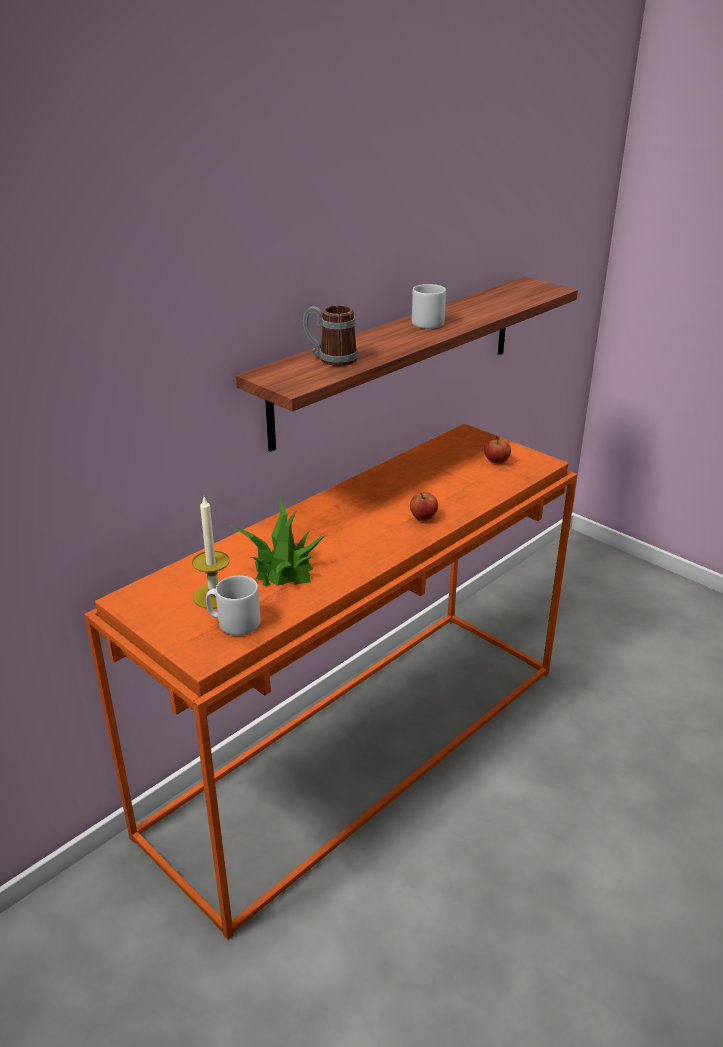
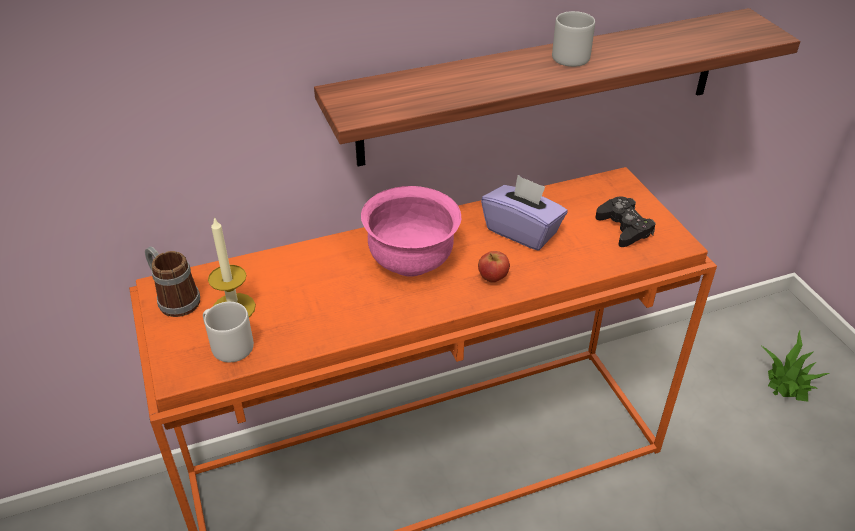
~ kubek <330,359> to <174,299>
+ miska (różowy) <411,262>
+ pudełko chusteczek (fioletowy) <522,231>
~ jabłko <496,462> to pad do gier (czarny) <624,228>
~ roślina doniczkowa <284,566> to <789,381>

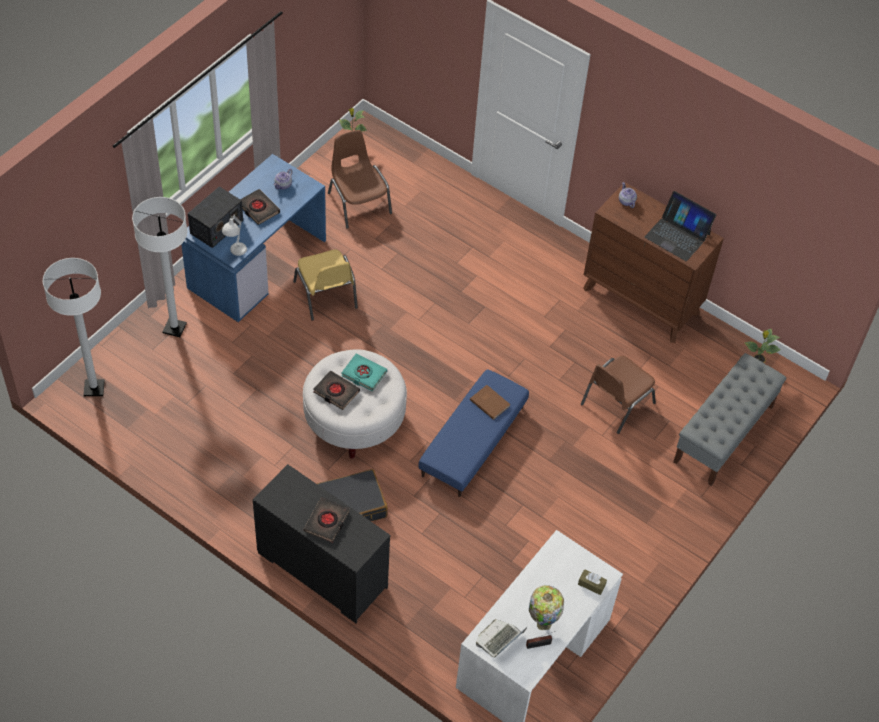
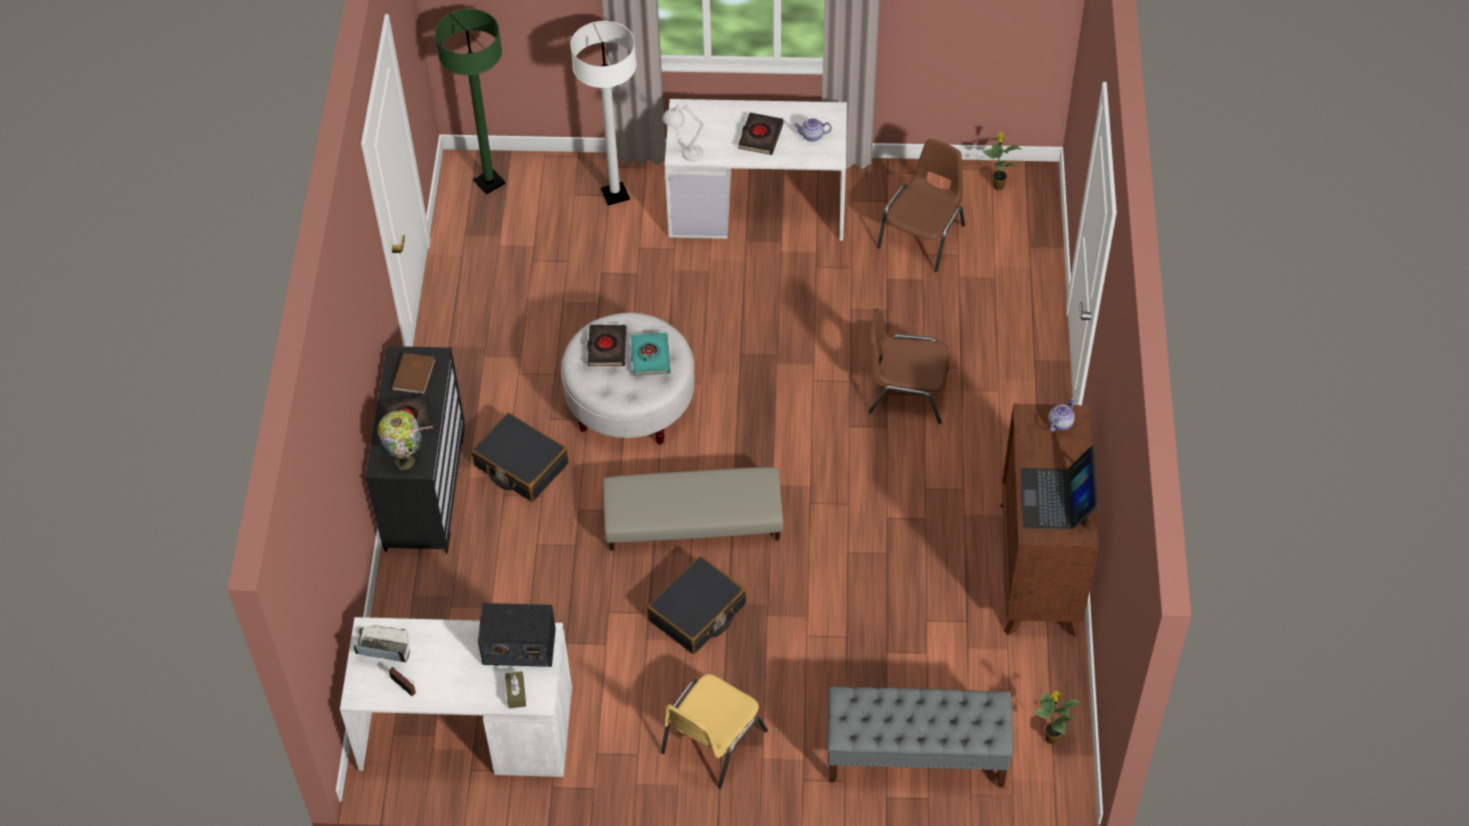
~ lampa stołowa <543,622> to <405,460>
~ książka (brązowy) <490,402> to <415,374>
~ lampa stojąca (biały) <94,388> to lampa stojąca (zielony) <489,182>
~ radio <216,227> to <518,646>
~ pufa (niebieski) <473,441> to pufa (beżowy) <693,521>
+ walizka (czarny) <697,613>
~ krzesło (żółty) <326,295> to <711,742>
~ biurko (niebieski) <257,263> to biurko (biały) <758,205>
~ krzesło (brązowy) <616,403> to <907,391>

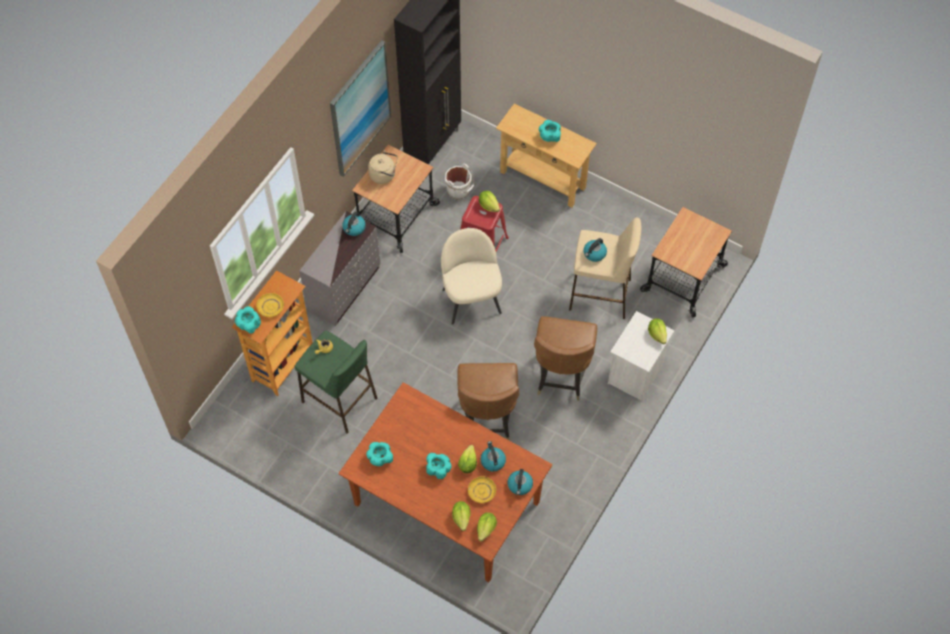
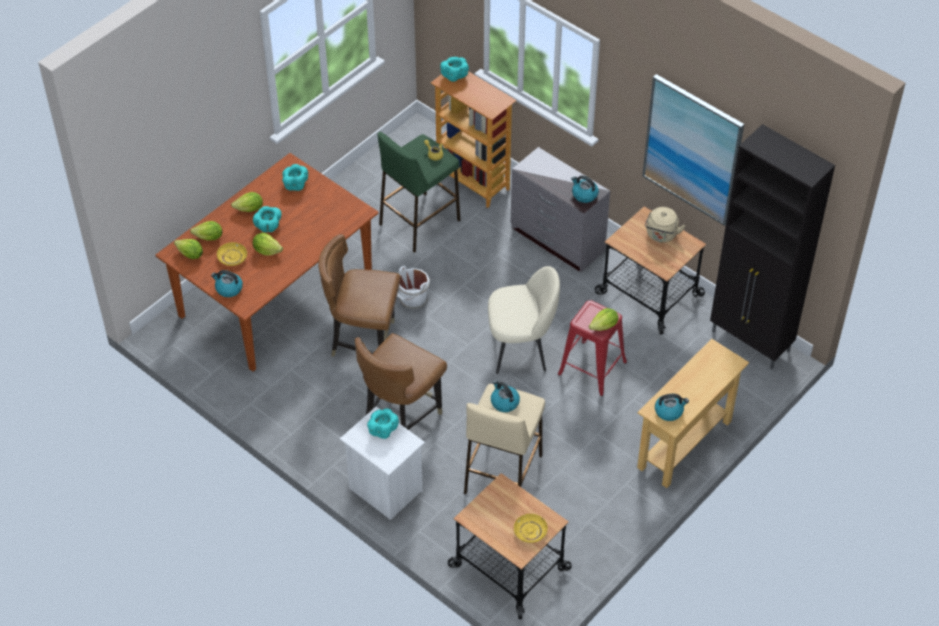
~ sałata <657,334> to <249,209>
~ krzesło (brązowy) <561,376> = <400,416> 75 degrees counterclockwise
~ miska (turkusowy) <549,137> to <382,429>
~ wiadro (biały) <459,191> to <412,300>
~ talerz (żółty) <270,307> to <530,531>
~ czajnik <492,461> to <669,411>

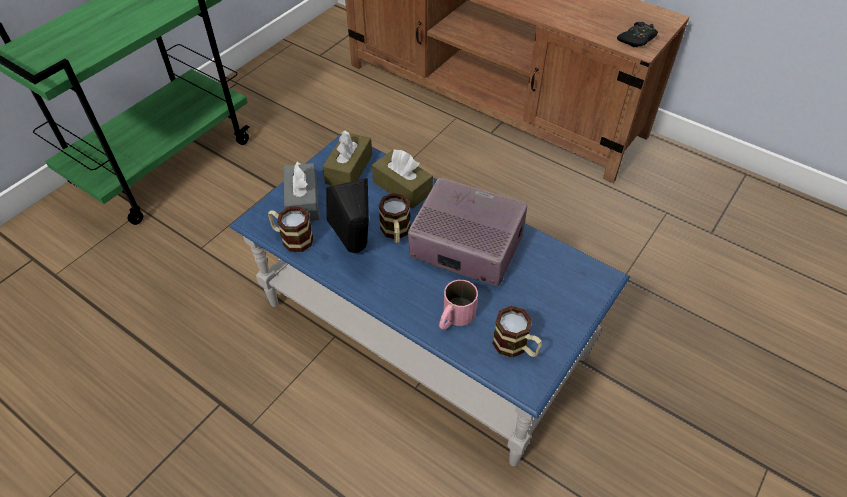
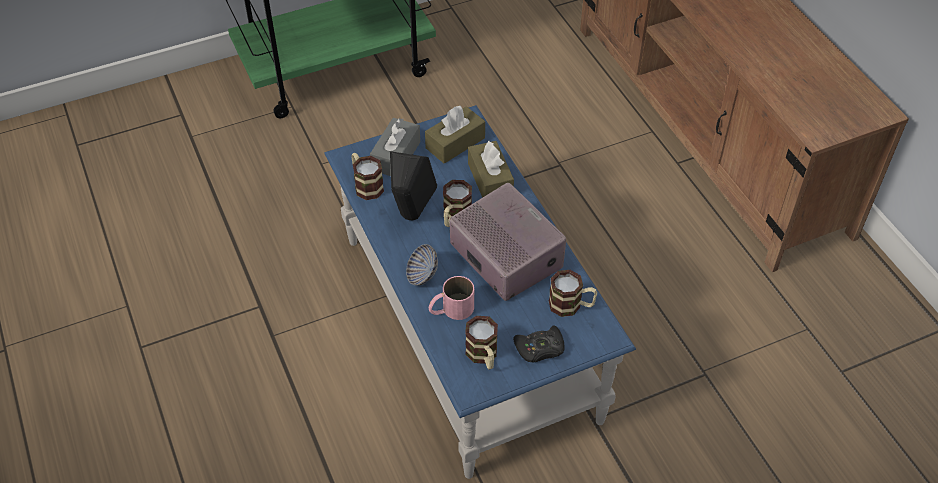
+ miska <422,275>
~ pad do gier (czarny) <637,39> to <540,348>
+ kubek <571,305>

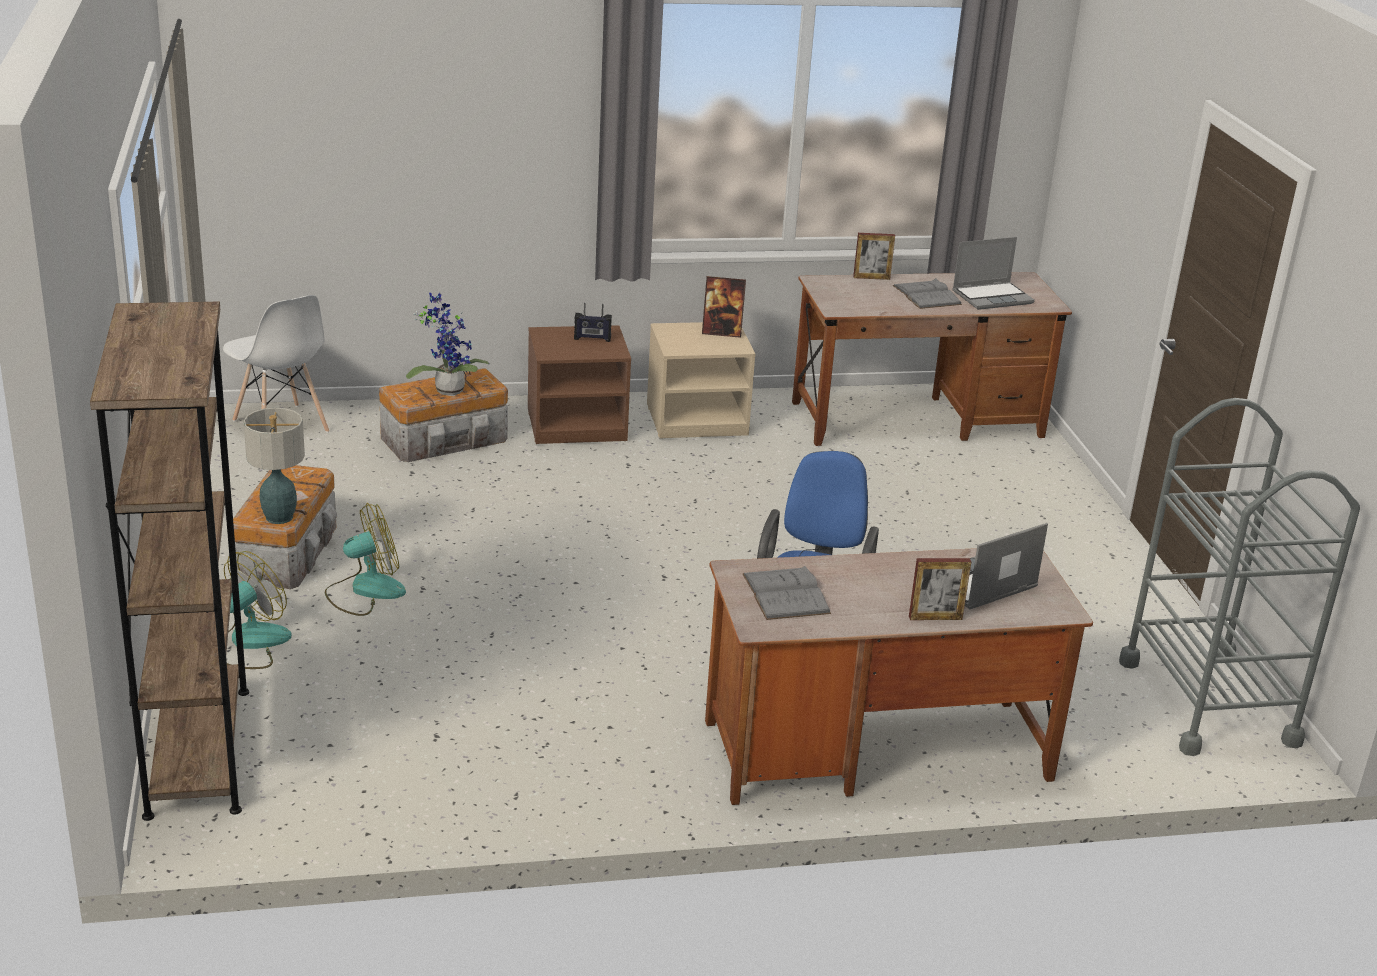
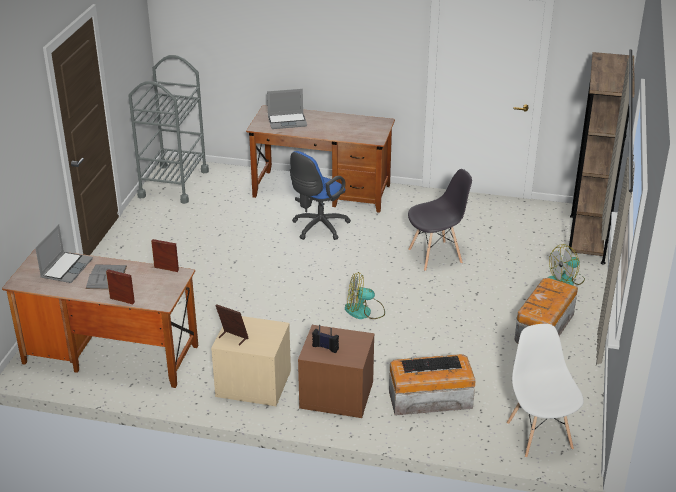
~ laptop <992,297> = <66,268> 105 degrees clockwise
~ ramka na zdjęcie <935,618> to <166,269>
~ wentylator <365,591> to <364,311>
~ roślina doniczkowa <447,389> to klawiatura <430,365>
+ krzesło (szary) <436,256>
- lampa stołowa <280,517>
- książka (szary) <785,593>

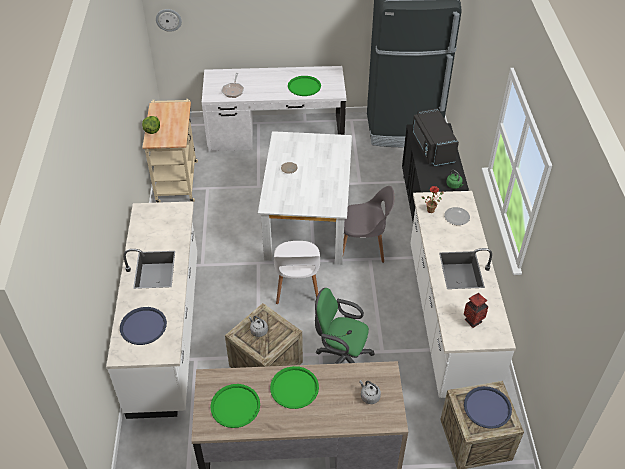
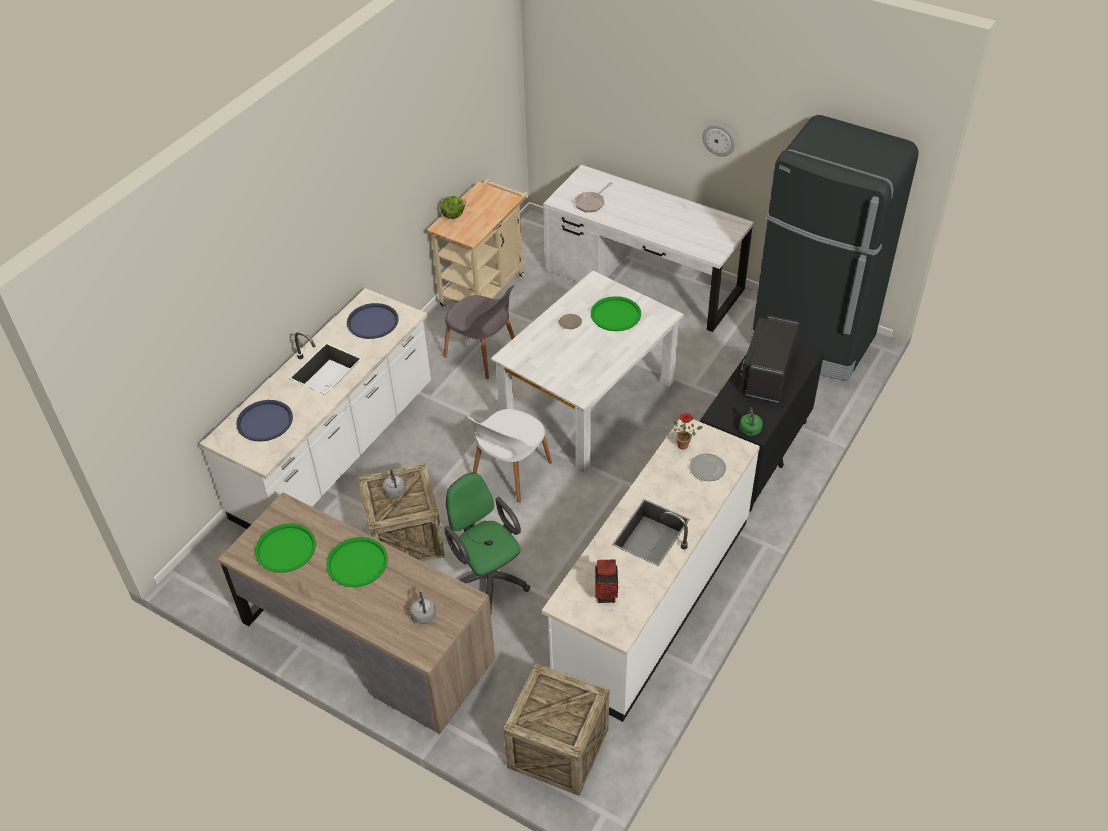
~ taca (niebieski) <487,408> to <372,322>
~ krzesło (szary) <363,247> to <482,354>
~ taca (zielony) <304,86> to <615,315>
~ zegar ścienny <168,19> to <719,139>

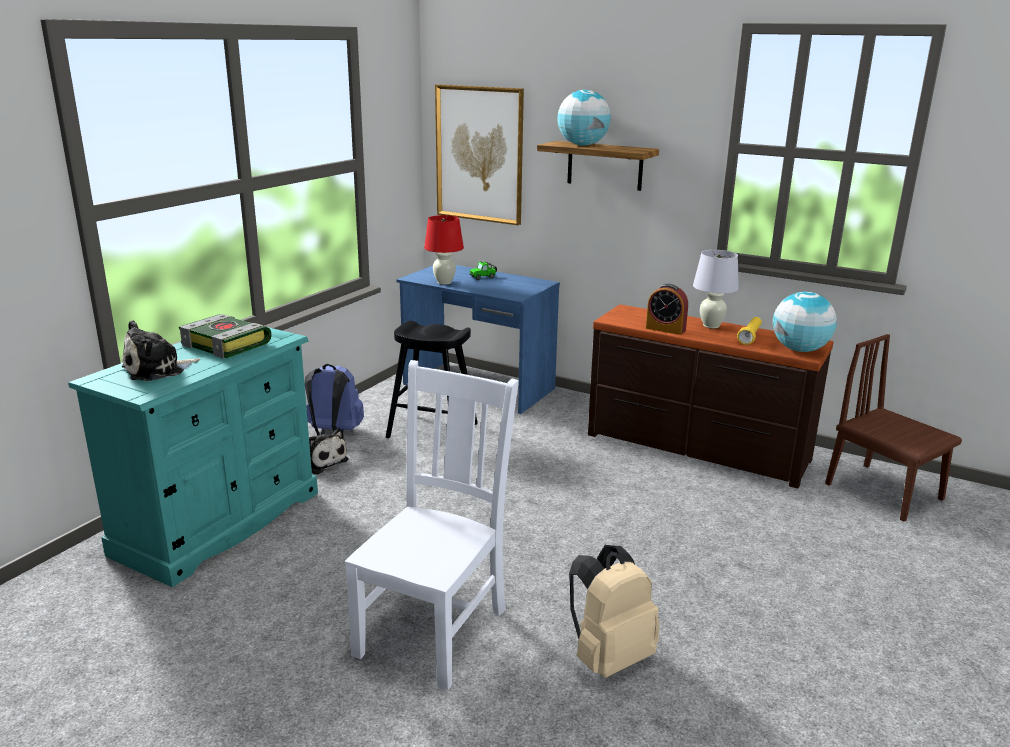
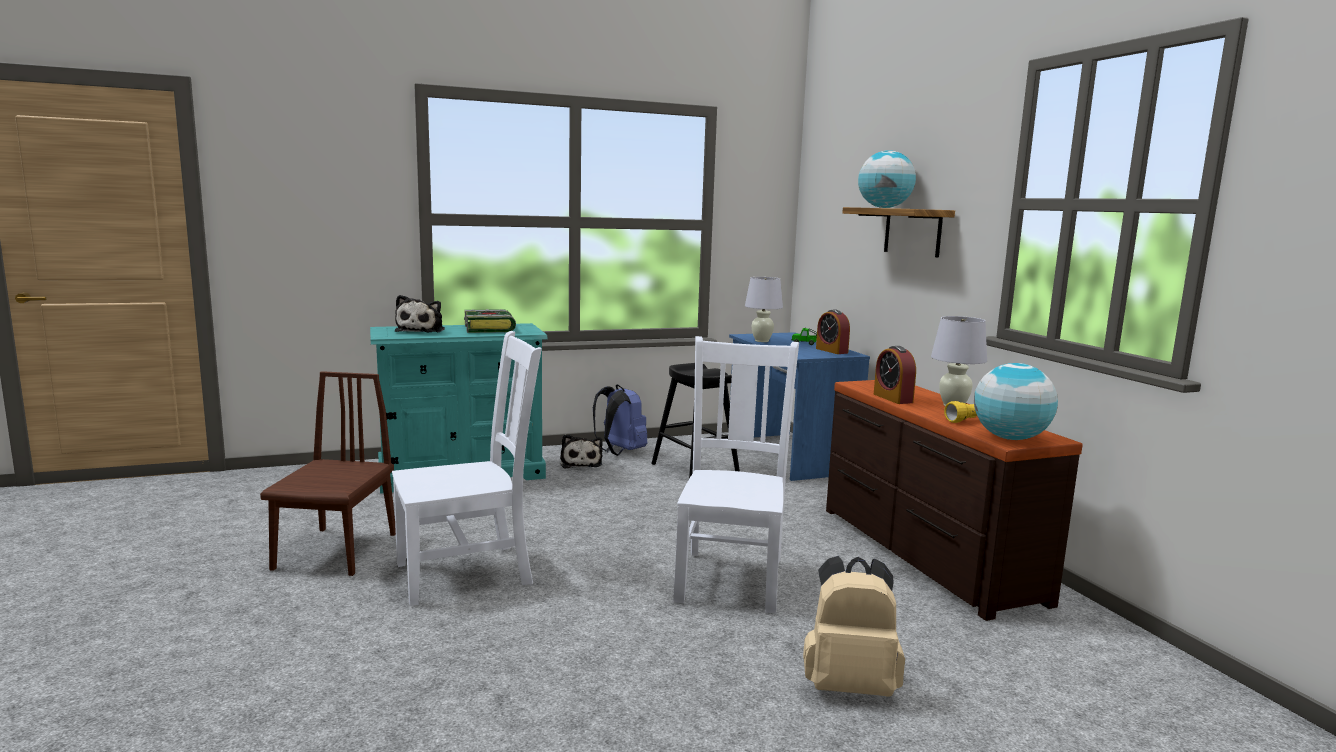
~ krzesło (brązowy) <884,491> to <336,551>
~ pluszak <157,370> = <422,330> 90 degrees counterclockwise
+ krzesło (biały) <731,577>
~ lampa stołowa (czerwony) <444,282> to lampa stołowa (biały) <762,341>
~ plecak (beżowy) <609,657> to <849,685>
+ budzik <831,351>
- obraz <479,154>

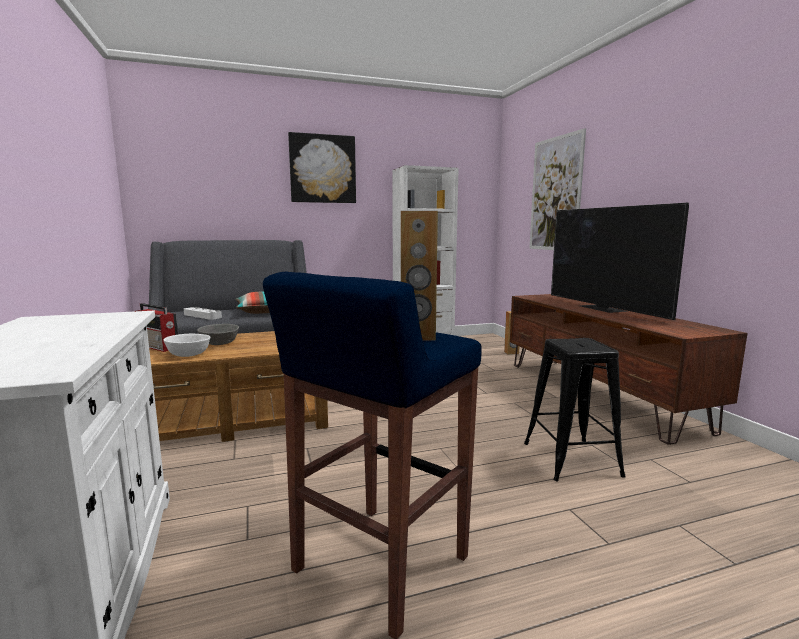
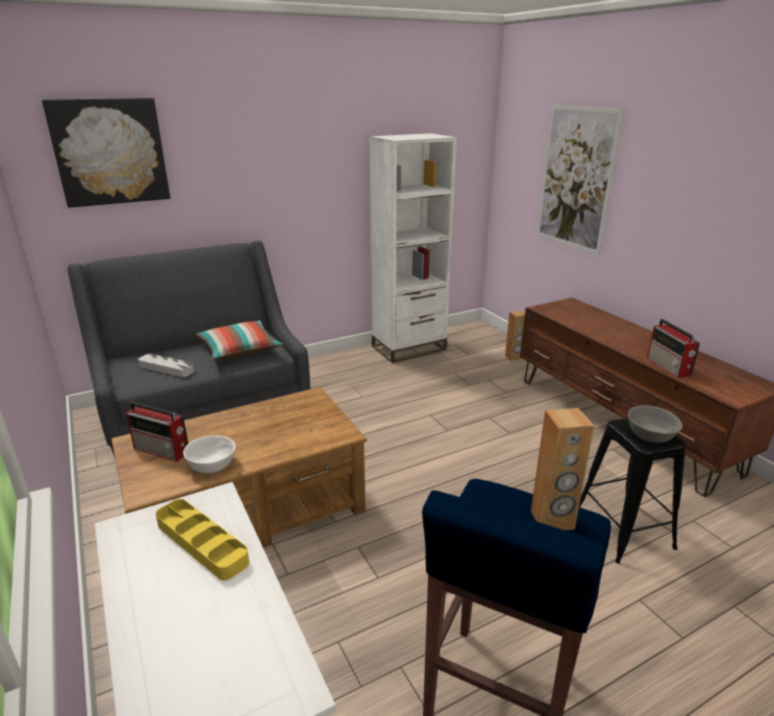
~ obraz <322,169> to <110,152>
+ taca (żółty) <202,543>
~ miska (szary) <219,343> to <650,435>
+ radio <669,367>
- telewizor <603,308>

